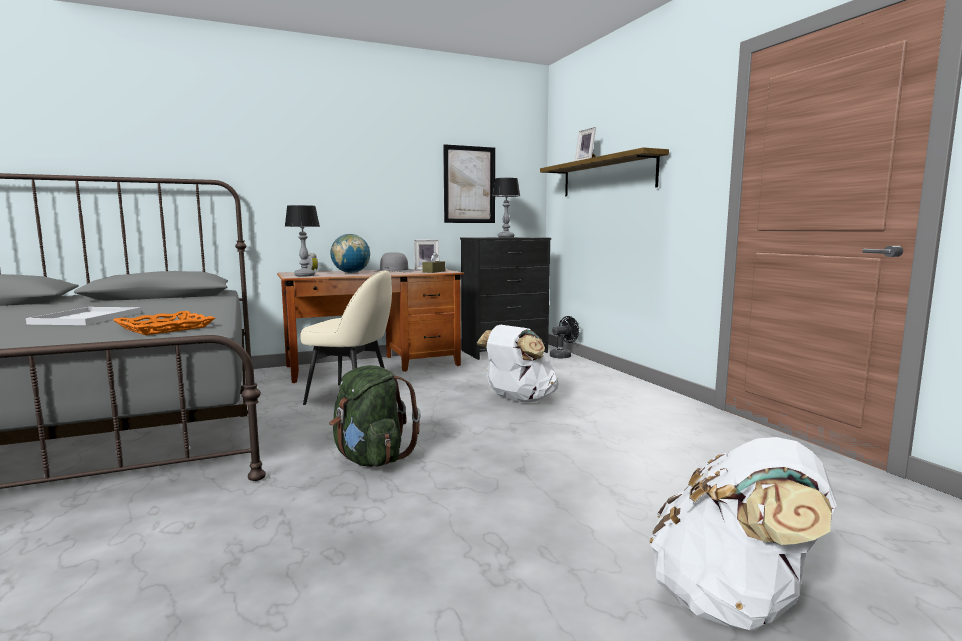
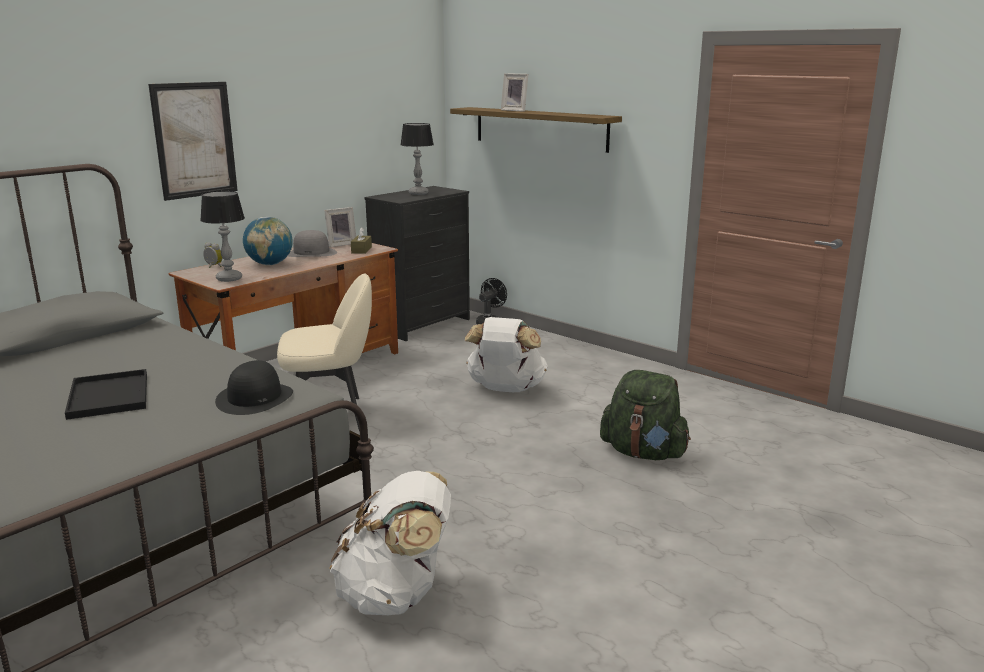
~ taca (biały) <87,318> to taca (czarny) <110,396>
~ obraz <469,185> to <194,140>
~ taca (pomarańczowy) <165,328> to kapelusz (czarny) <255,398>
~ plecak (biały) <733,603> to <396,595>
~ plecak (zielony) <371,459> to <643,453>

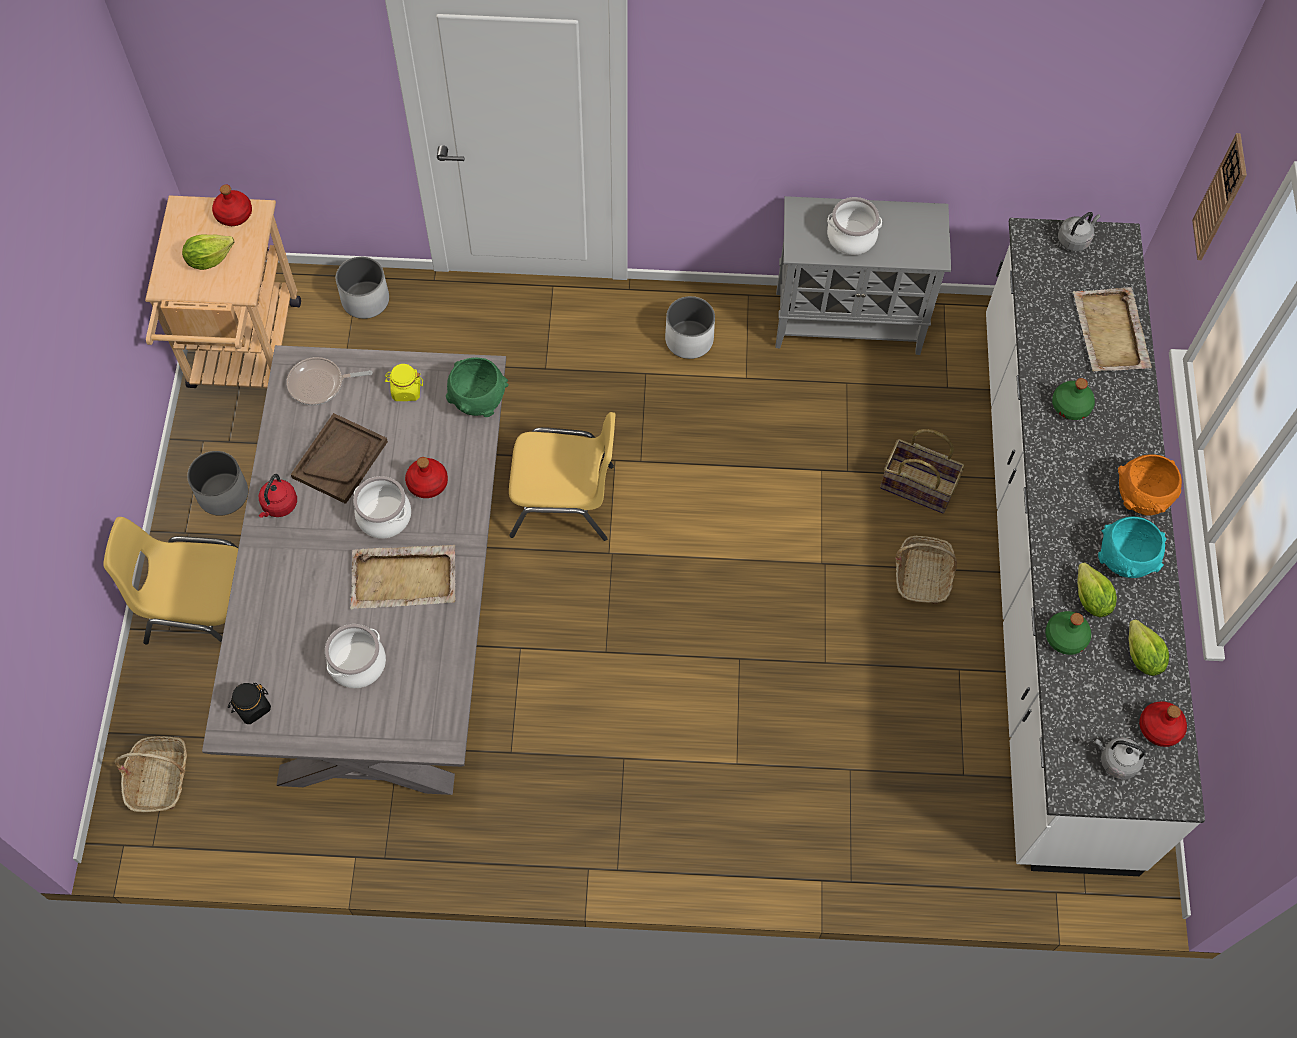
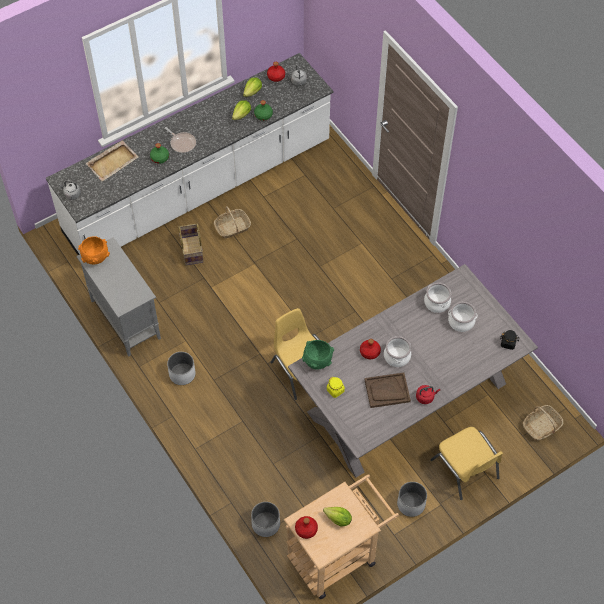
~ miska (pomarańczowy) <1141,497> to <96,257>
~ patelnia <320,384> to <182,143>
~ garnek <851,238> to <437,302>
- taca (beżowy) <405,578>
- miska (turkusowy) <1125,560>
- zegar ścienny <1220,198>

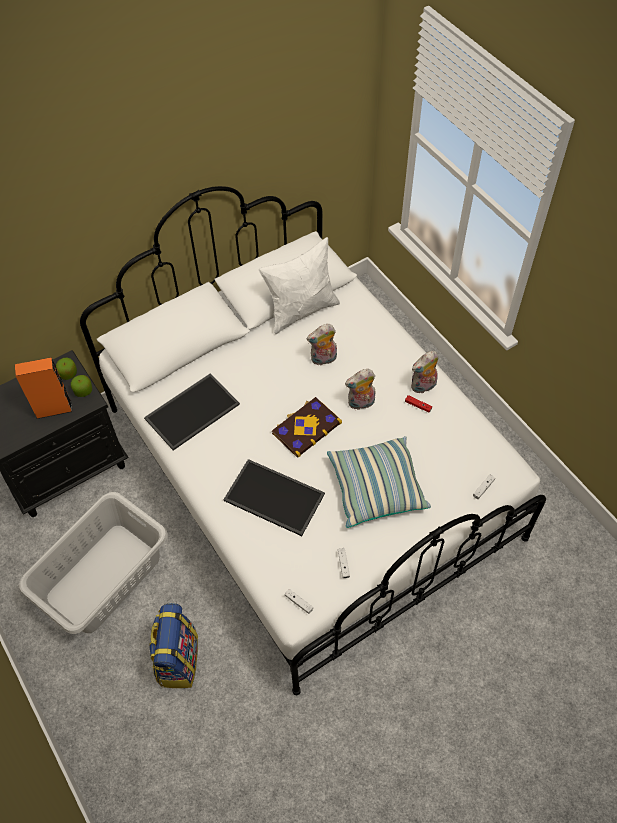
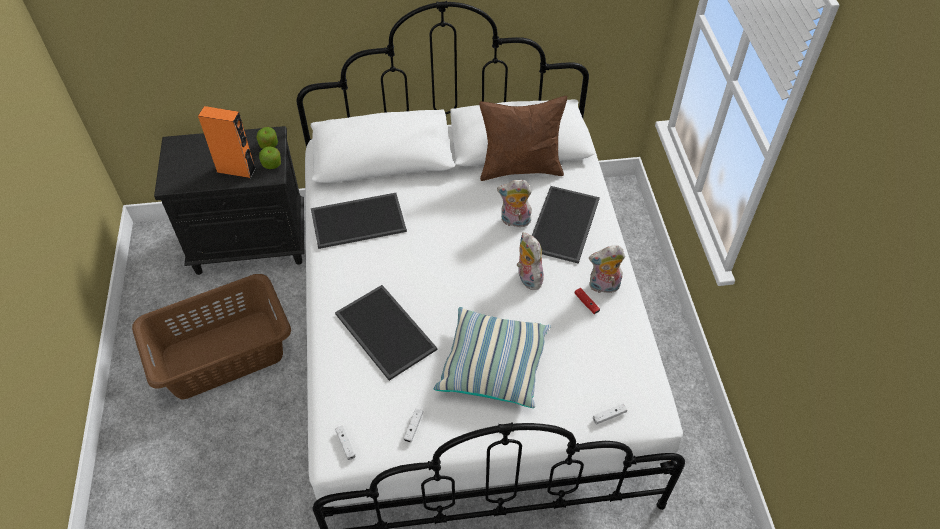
~ kosz na pranie (szary) <105,578> to kosz na pranie (brązowy) <224,355>
~ poduszka (biały) <301,310> to poduszka (brązowy) <520,168>
~ pluszak <361,403> = <527,278> 60 degrees clockwise
+ taca <565,225>
- plecak <177,659>
- książka <306,427>

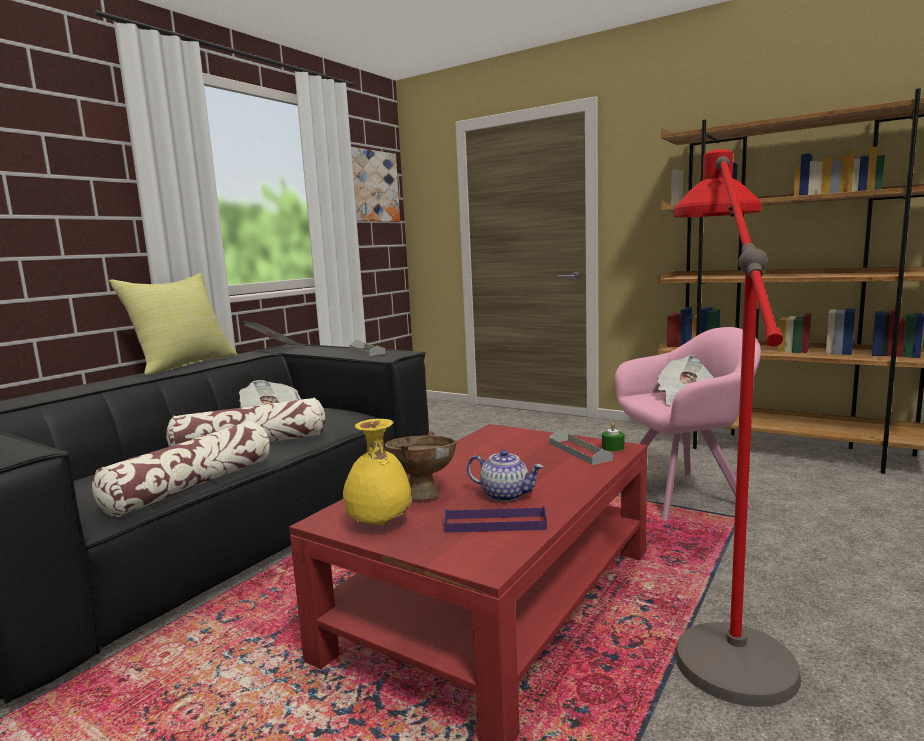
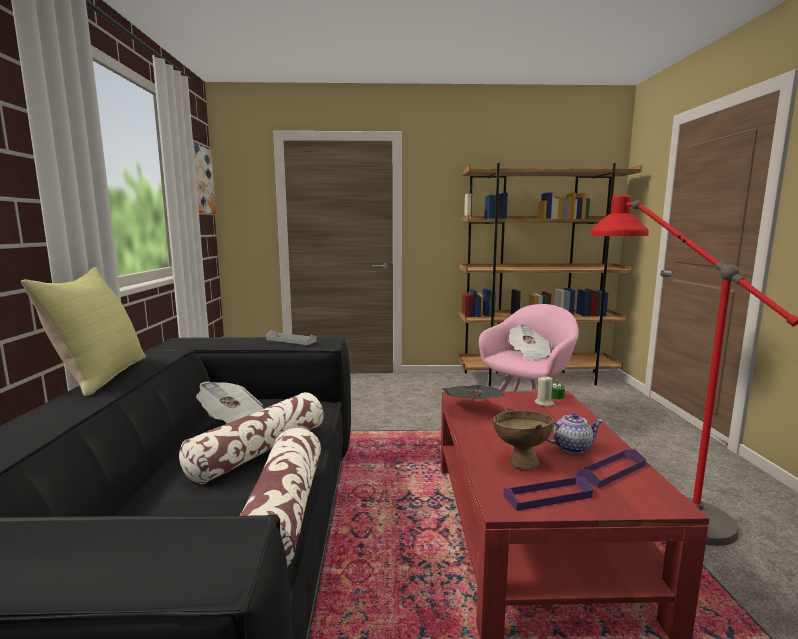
~ gazeta <275,349> to <472,409>
~ wazon (żółty) <379,524> to taca (fioletowy) <547,496>
~ taca (szary) <579,451> to świeca (beżowy) <544,403>

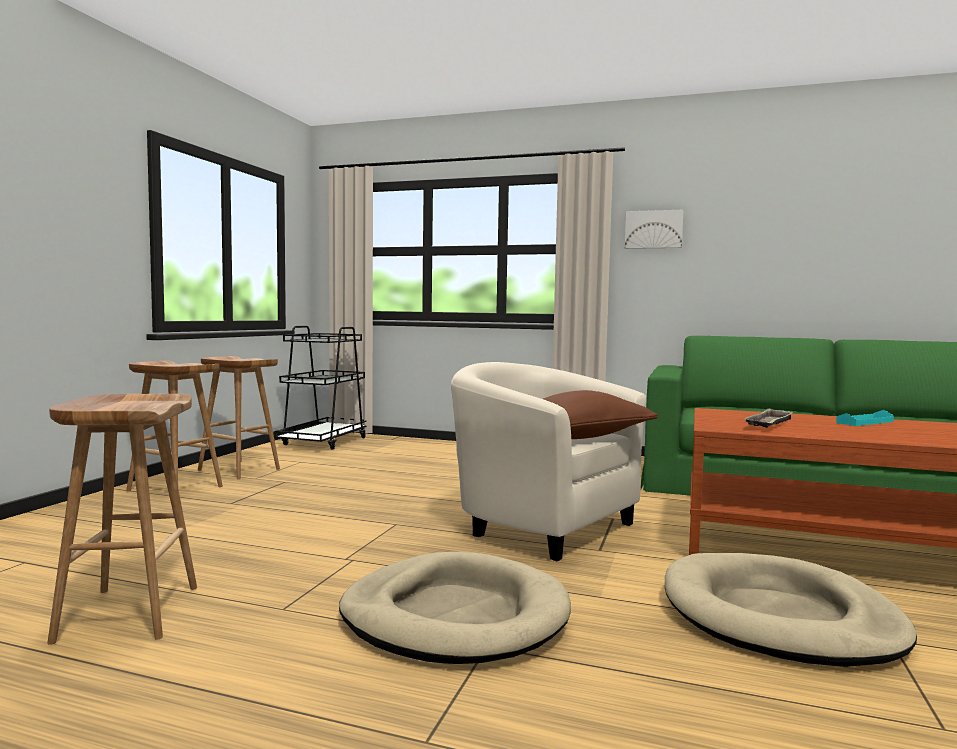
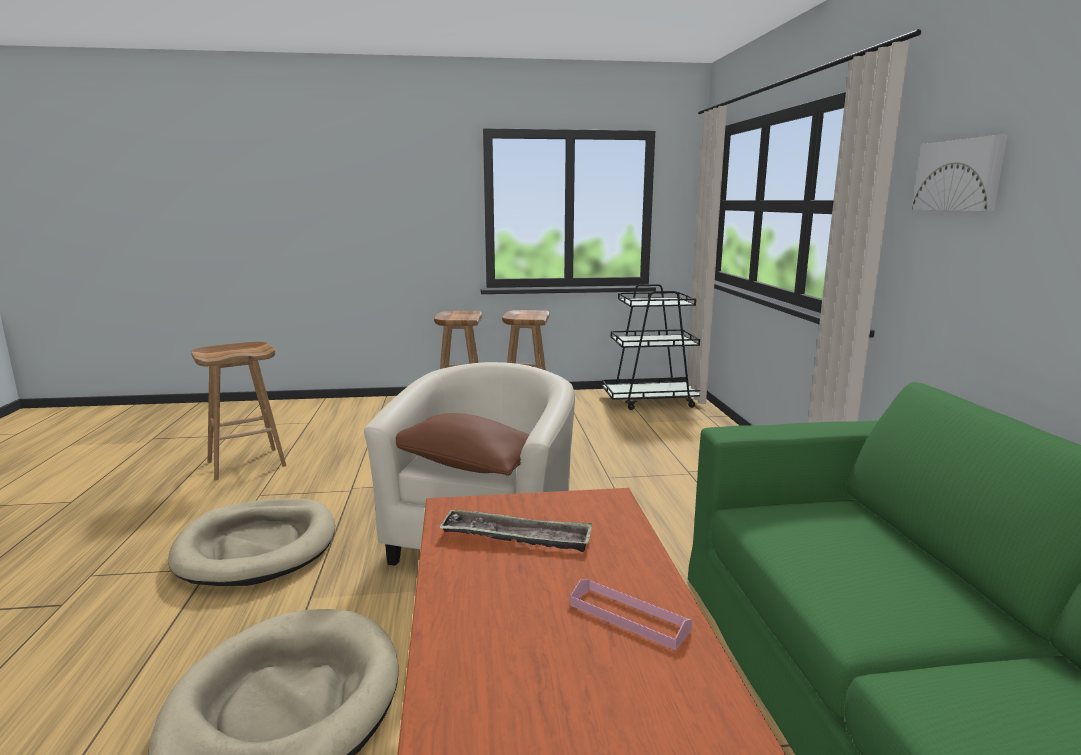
~ taca (turkusowy) <865,422> to taca (różowy) <629,617>

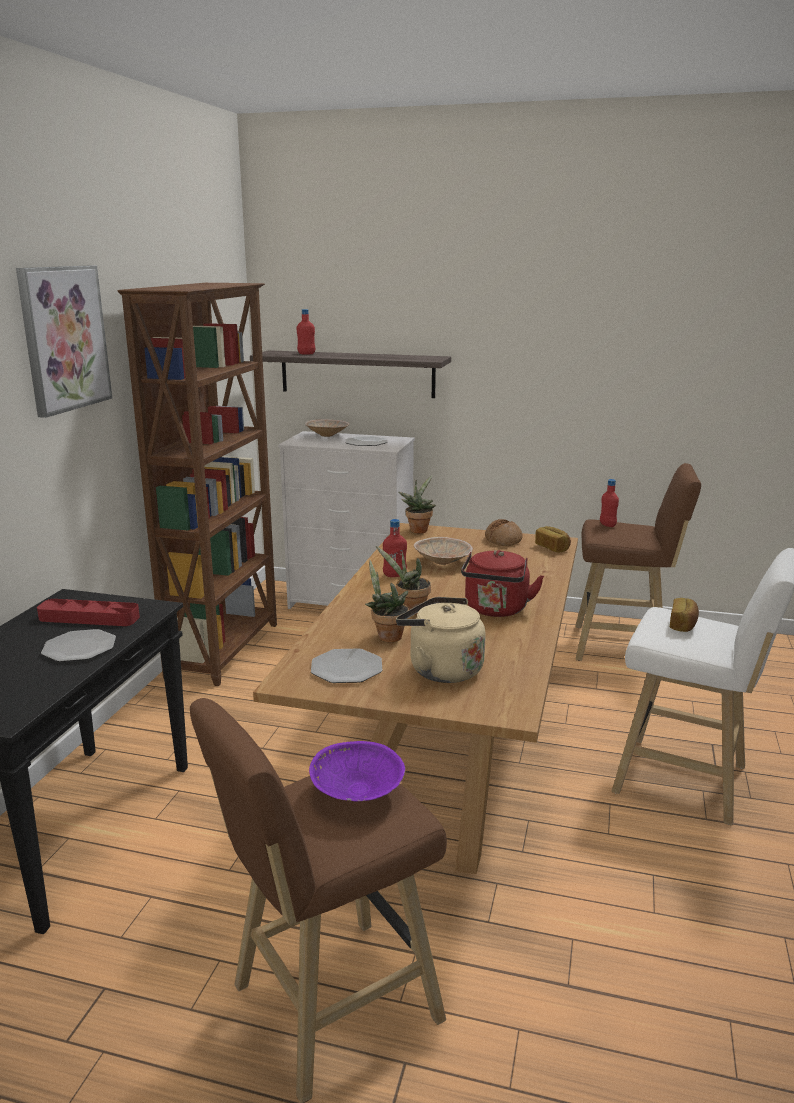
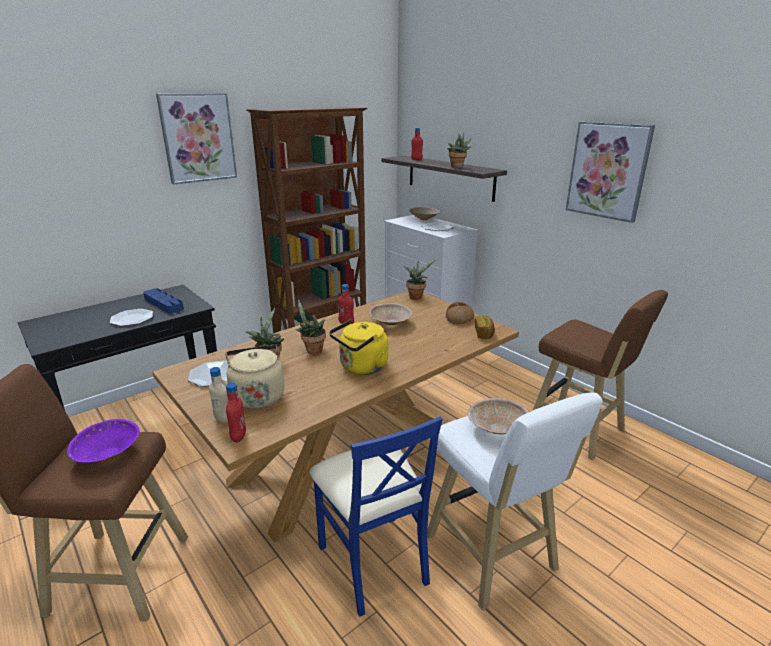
~ taca (czerwony) <89,618> to taca (niebieski) <163,304>
+ butelka (beżowy) <223,419>
~ butelka (czerwony) <607,525> to <238,436>
+ krzesło (niebieski) <373,561>
~ czajnik (czerwony) <496,610> to czajnik (żółty) <361,368>
+ roślina doniczkowa <457,167>
~ chleb <683,625> to miska (beżowy) <496,428>
+ obraz <608,170>

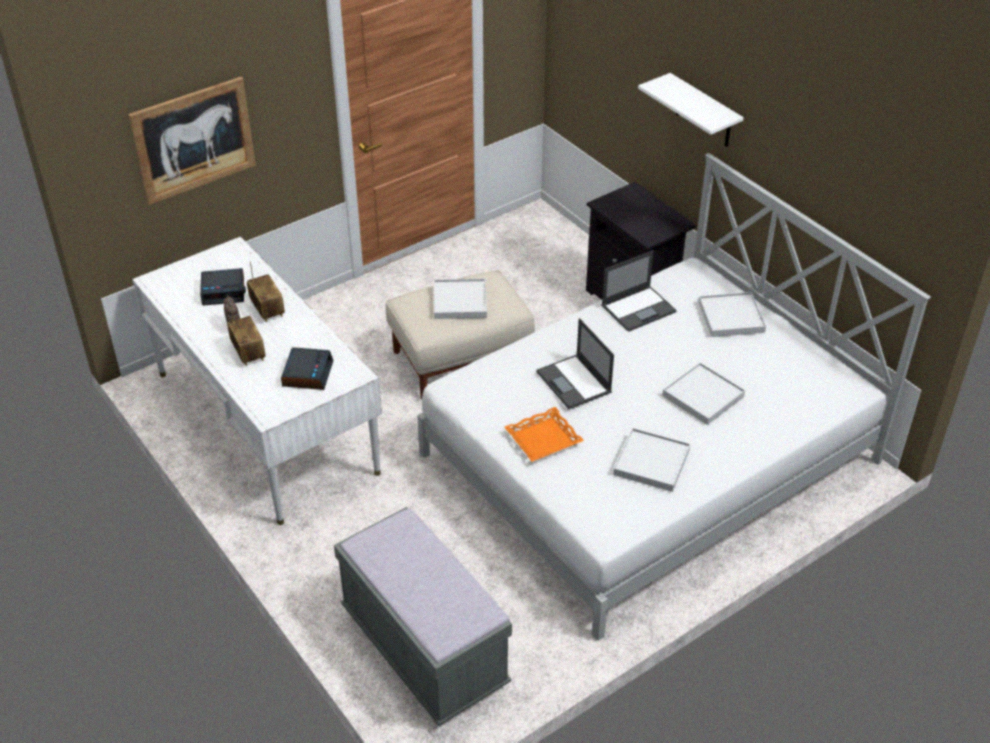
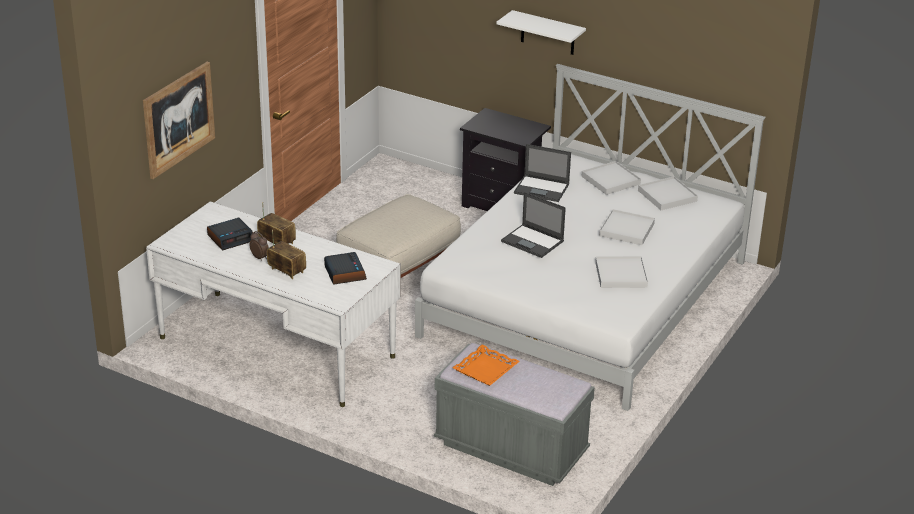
~ taca (pomarańczowy) <543,438> to <485,369>
~ laptop <639,308> = <542,189> 75 degrees clockwise
~ taca (biały) <460,301> to <667,196>

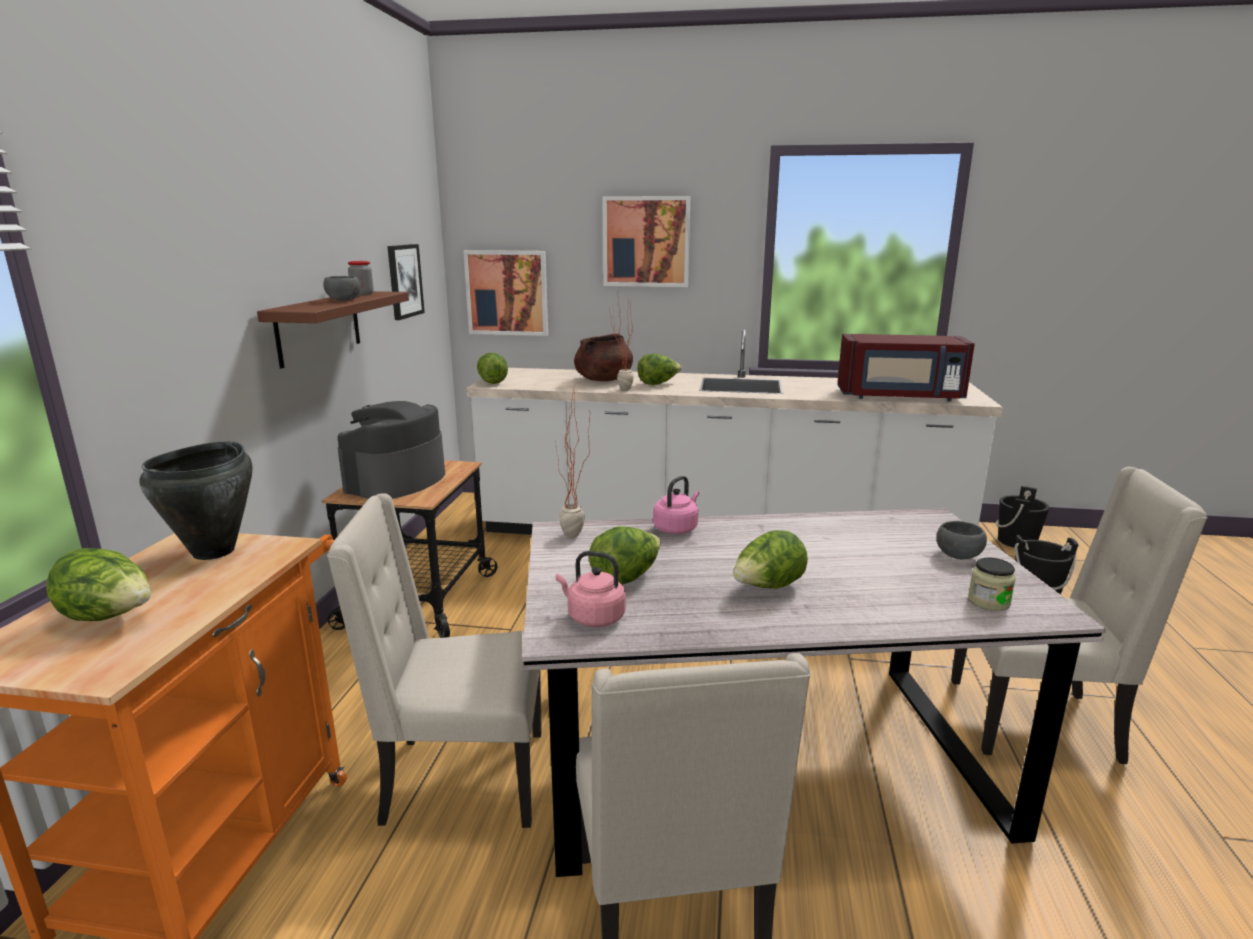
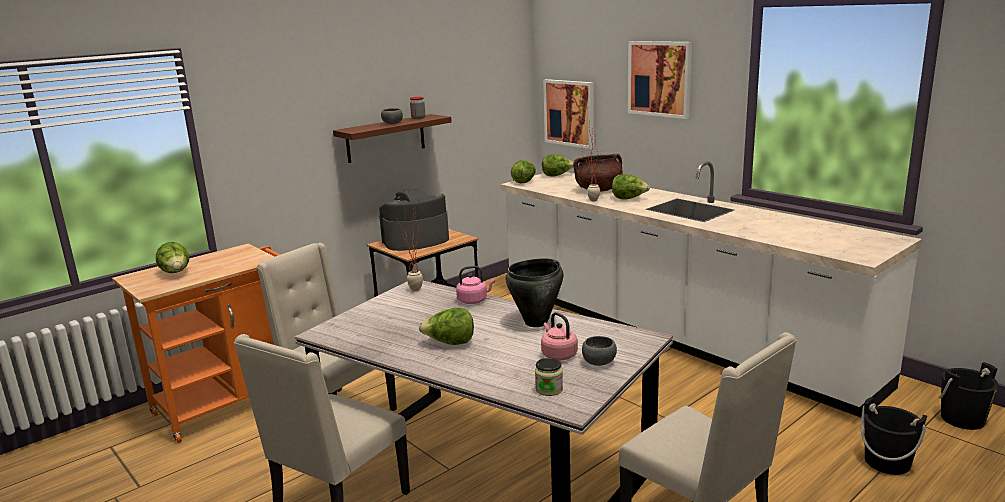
~ garnek (czarny) <215,551> to <536,322>
~ czajnik (różowy) <593,617> to <558,354>
~ sałata <626,577> to <557,176>
- obraz <404,281>
- mikrofalówka (czerwony) <900,397>

